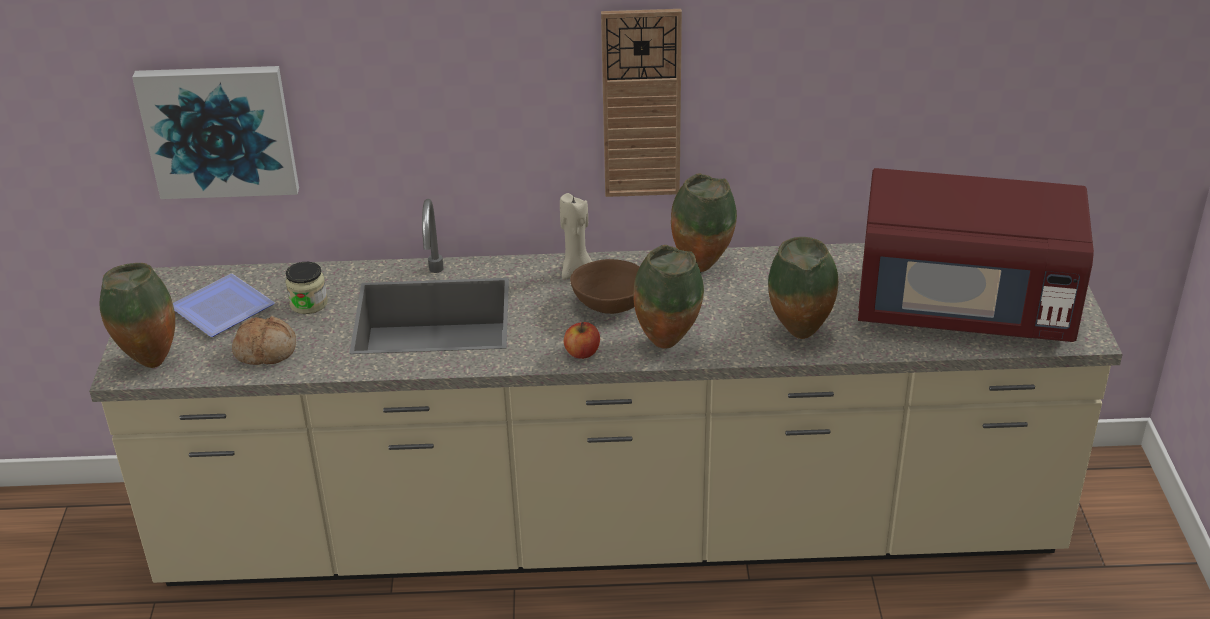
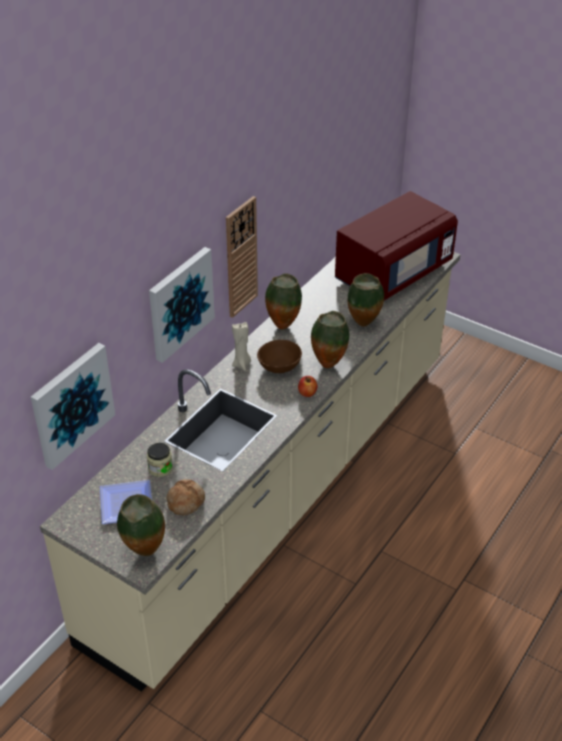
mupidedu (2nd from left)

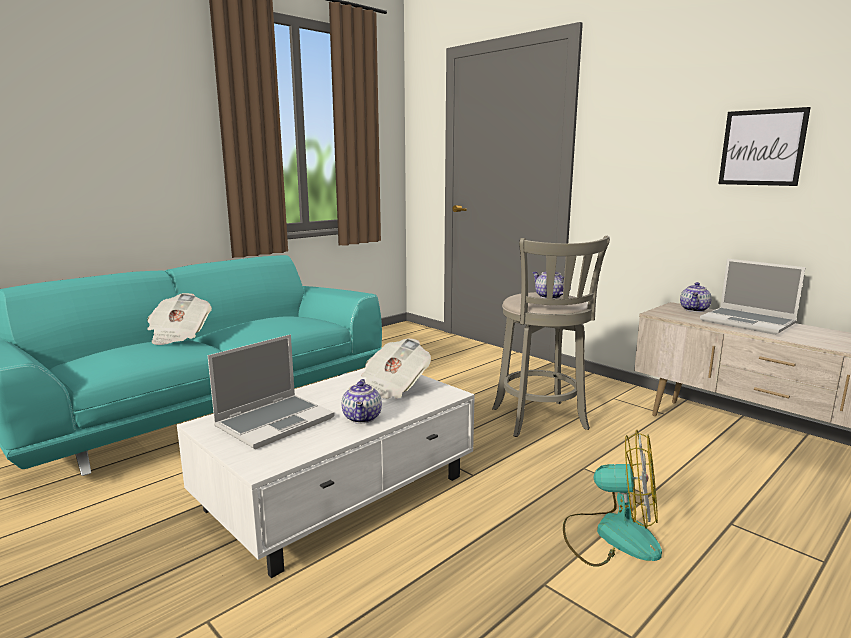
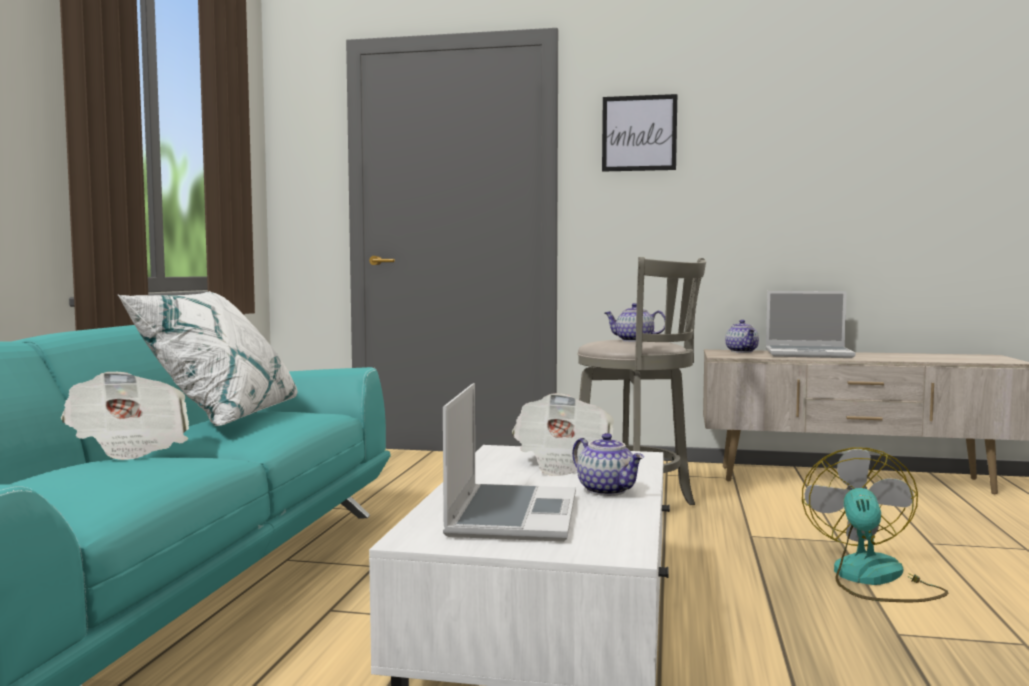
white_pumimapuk
mupidedu
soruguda

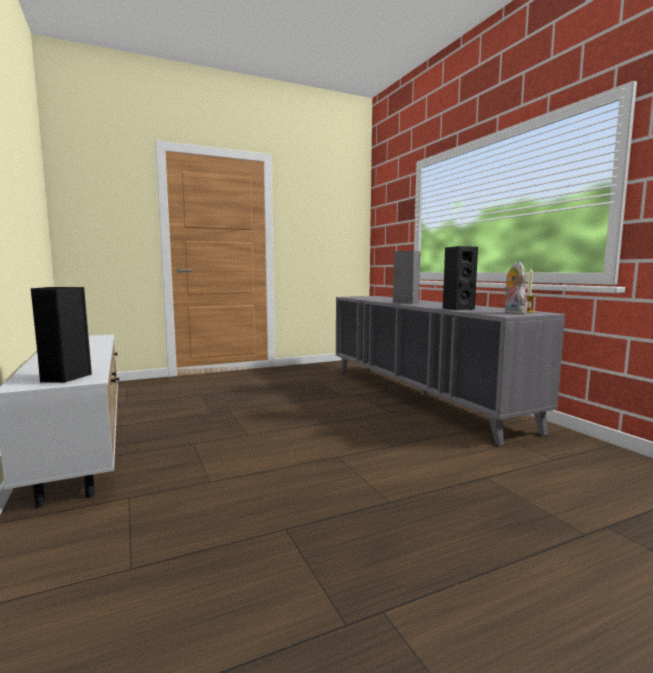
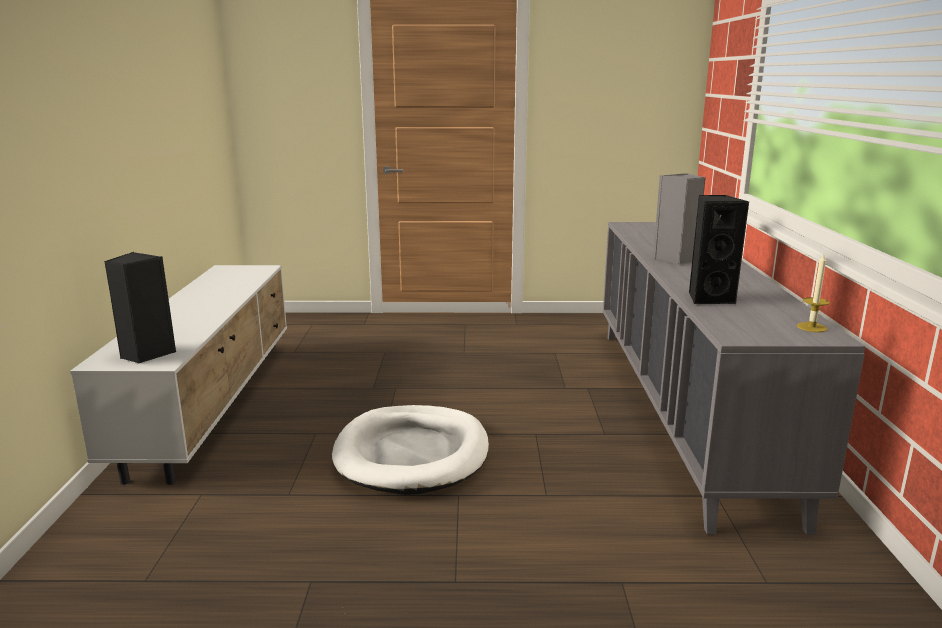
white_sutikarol
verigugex

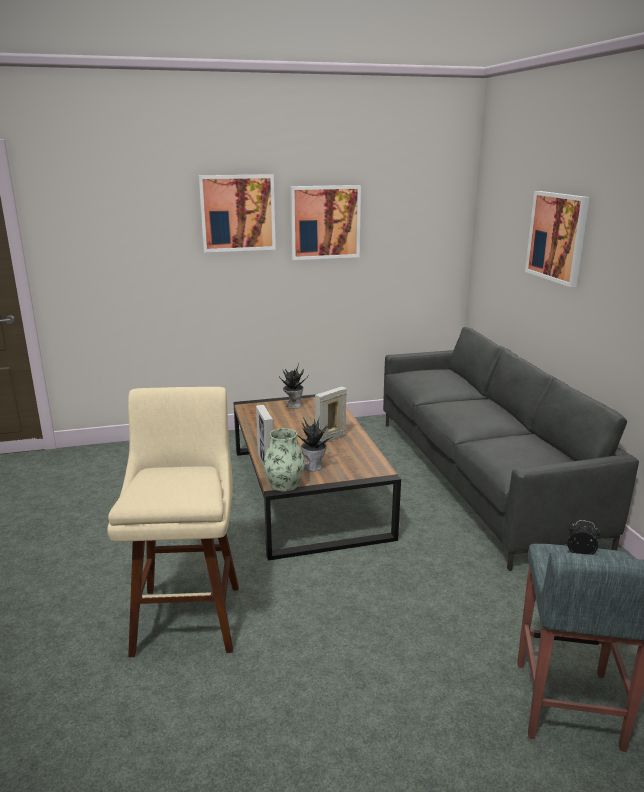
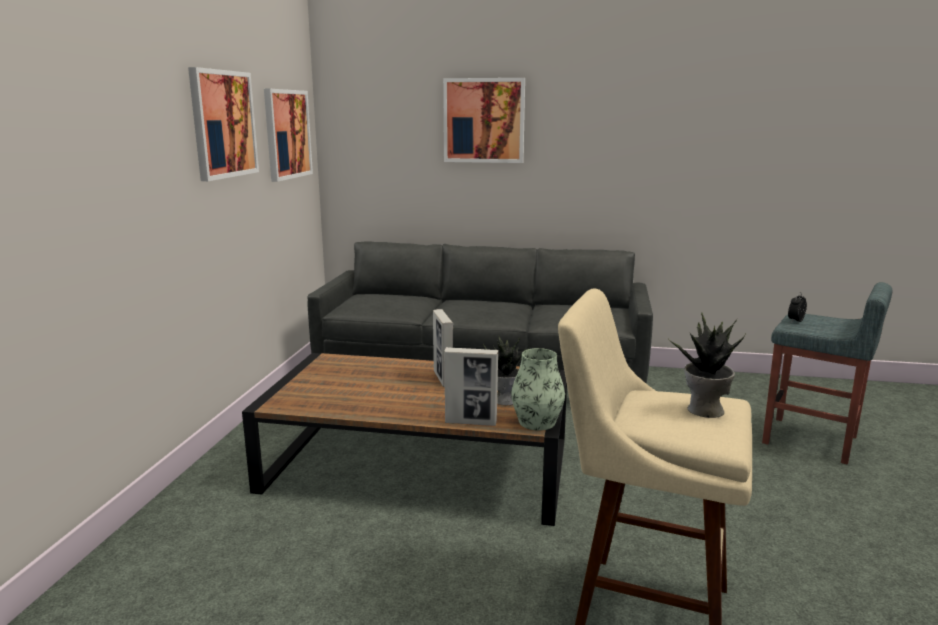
mupidedu (2nd from left)
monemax (2nd from left)

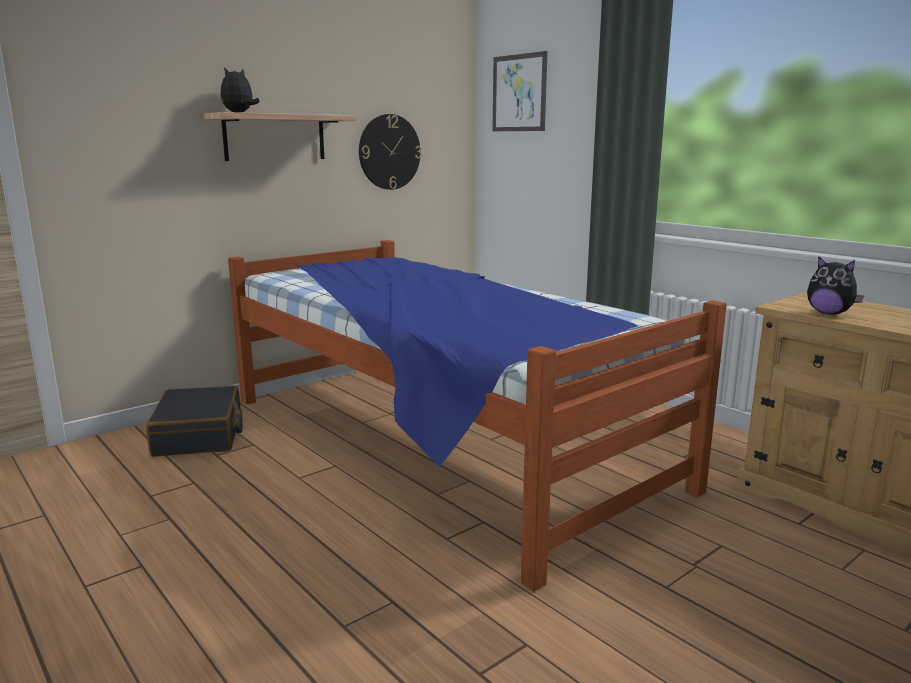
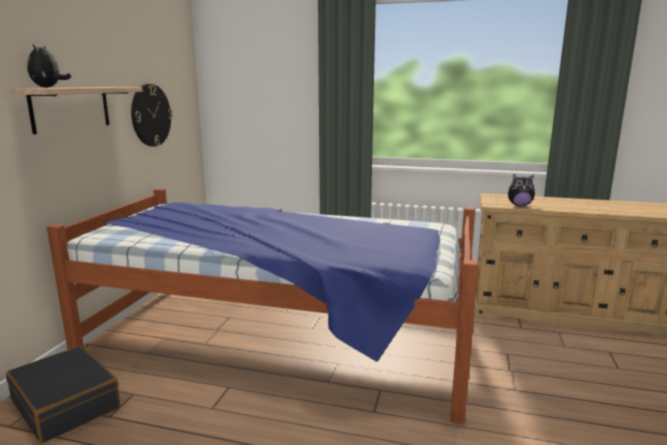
mupidedu

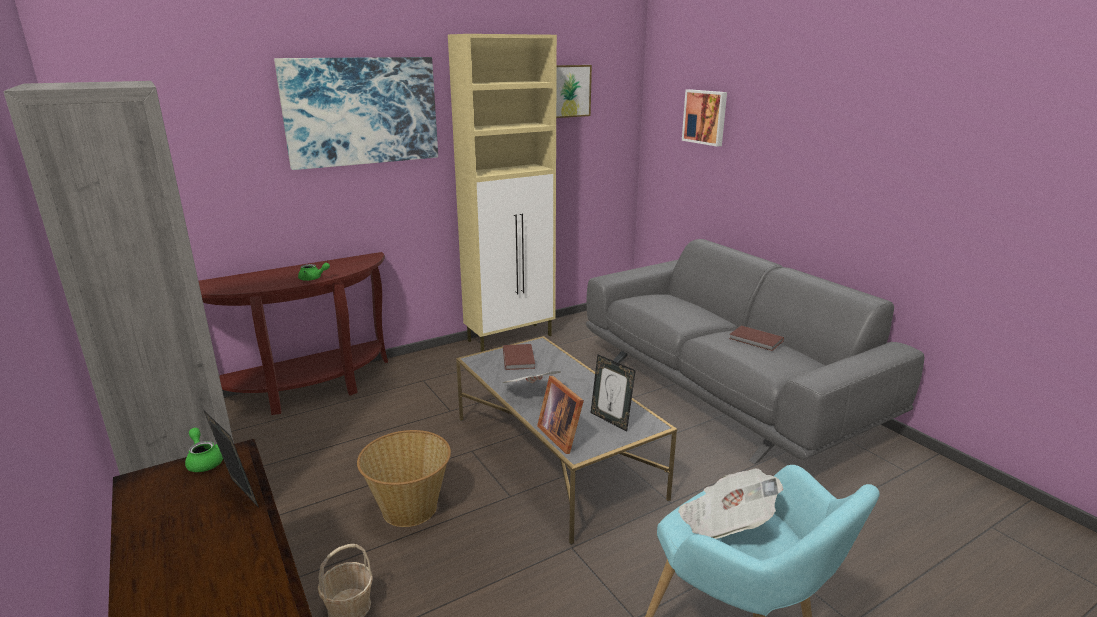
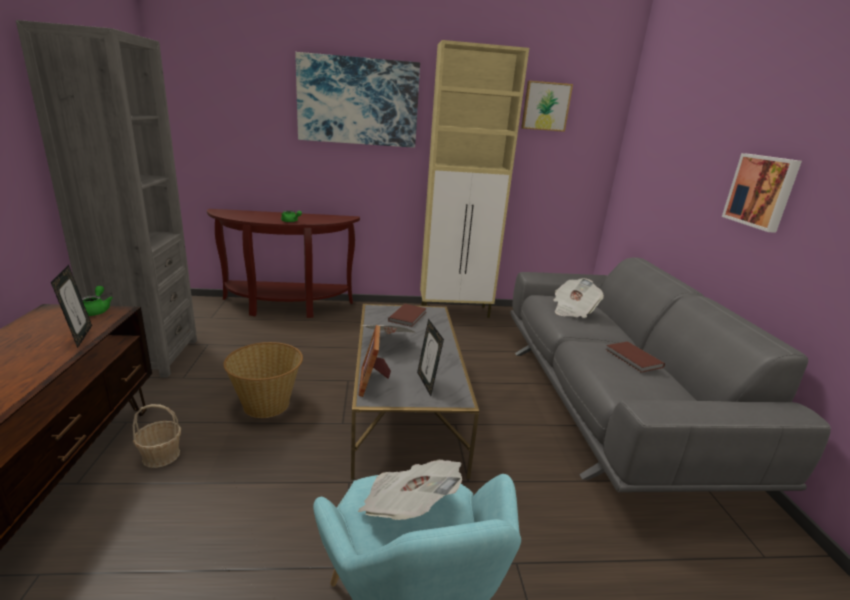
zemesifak (3rd from left)
mupidedu (3rd from left)

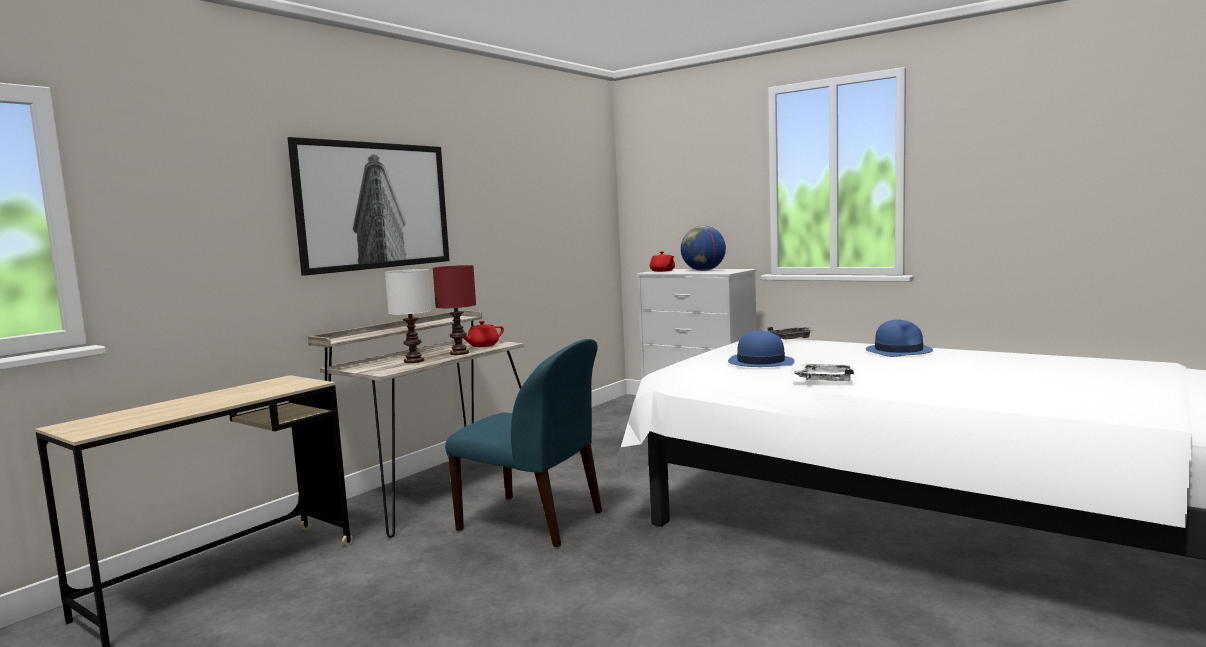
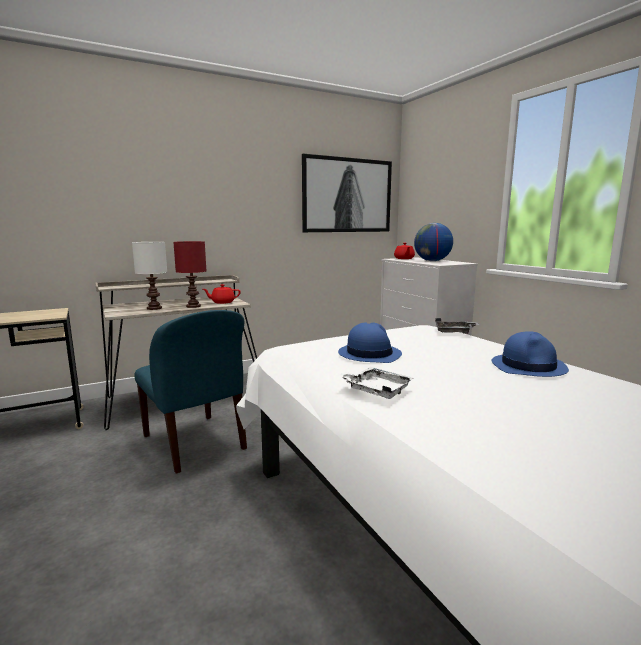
mupidedu

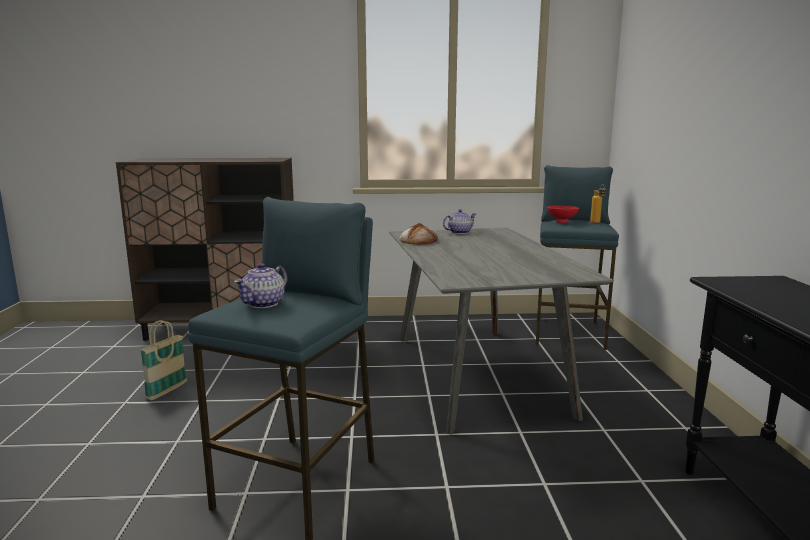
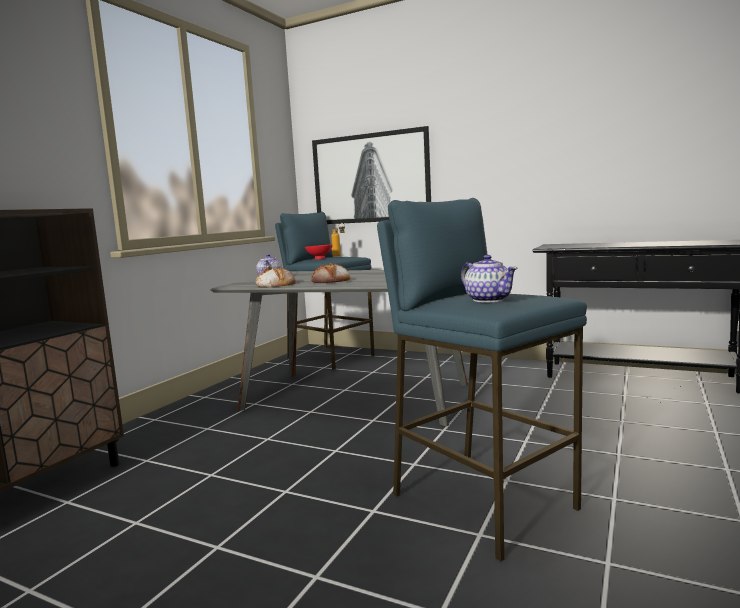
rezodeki (2nd from left)
mupidedu
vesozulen

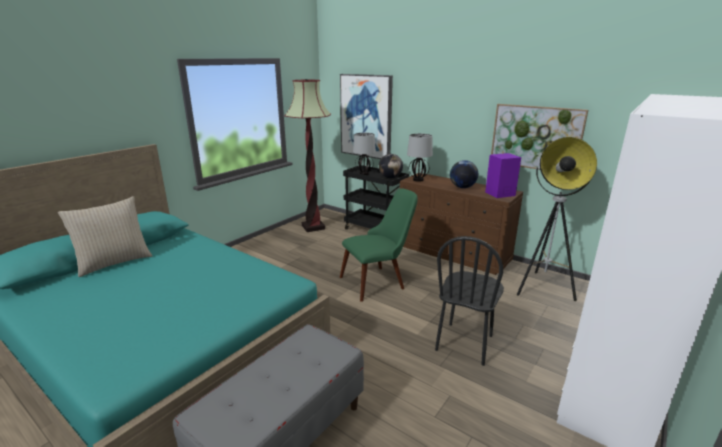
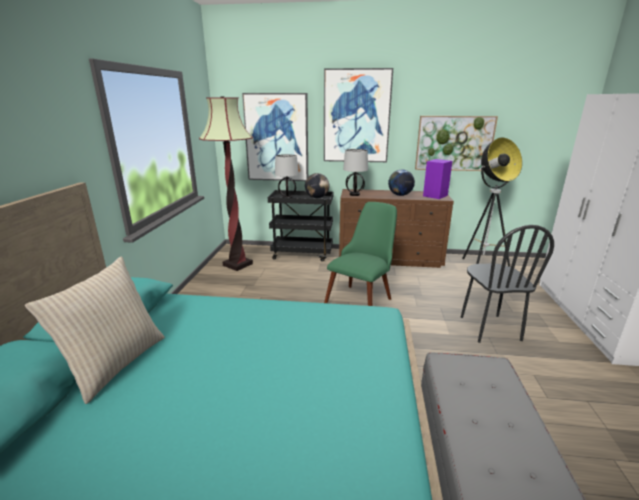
mupidedu (2nd from left)

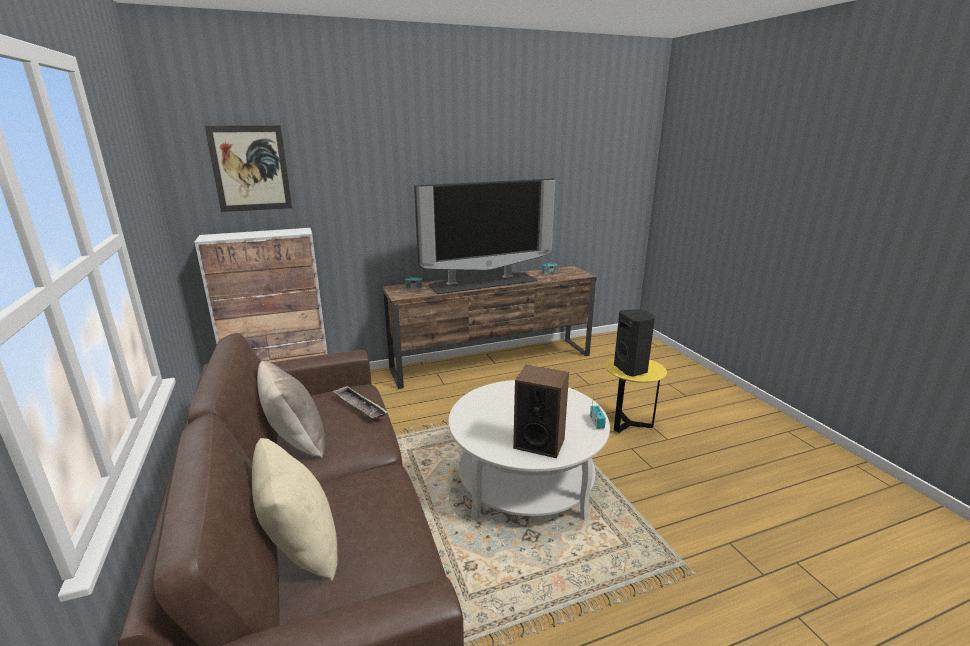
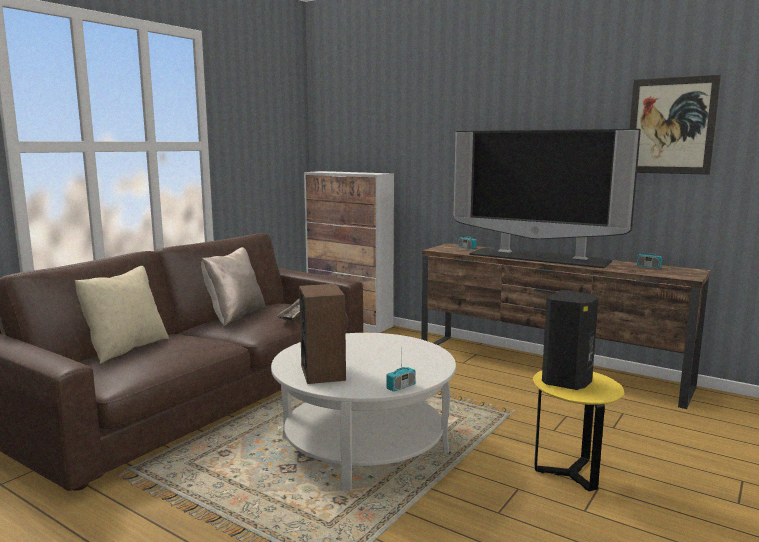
mupidedu

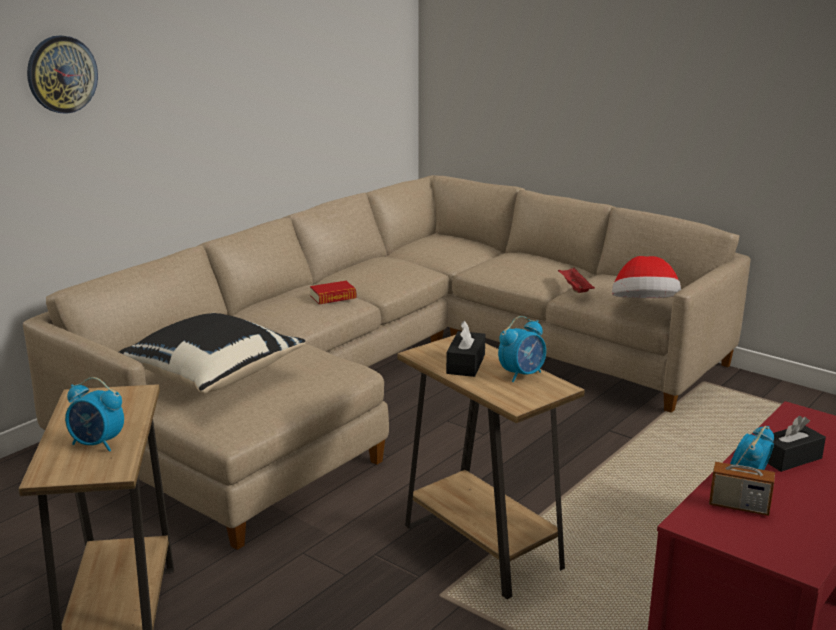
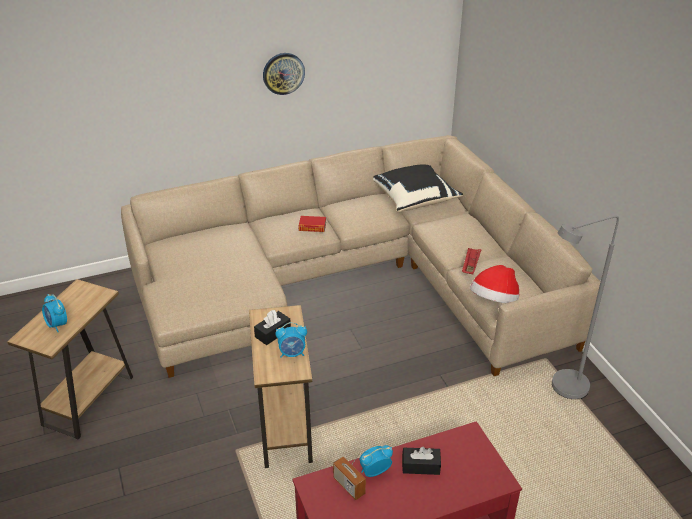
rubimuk
black_pumimapuk
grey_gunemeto

